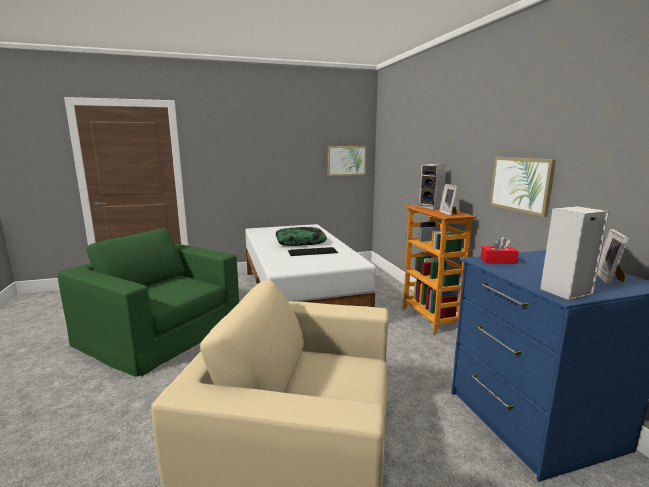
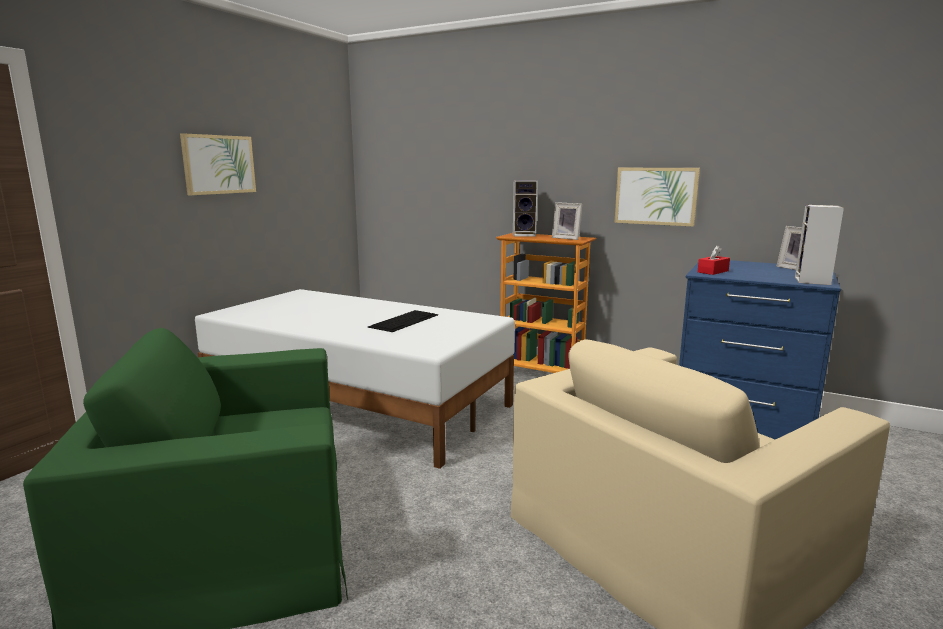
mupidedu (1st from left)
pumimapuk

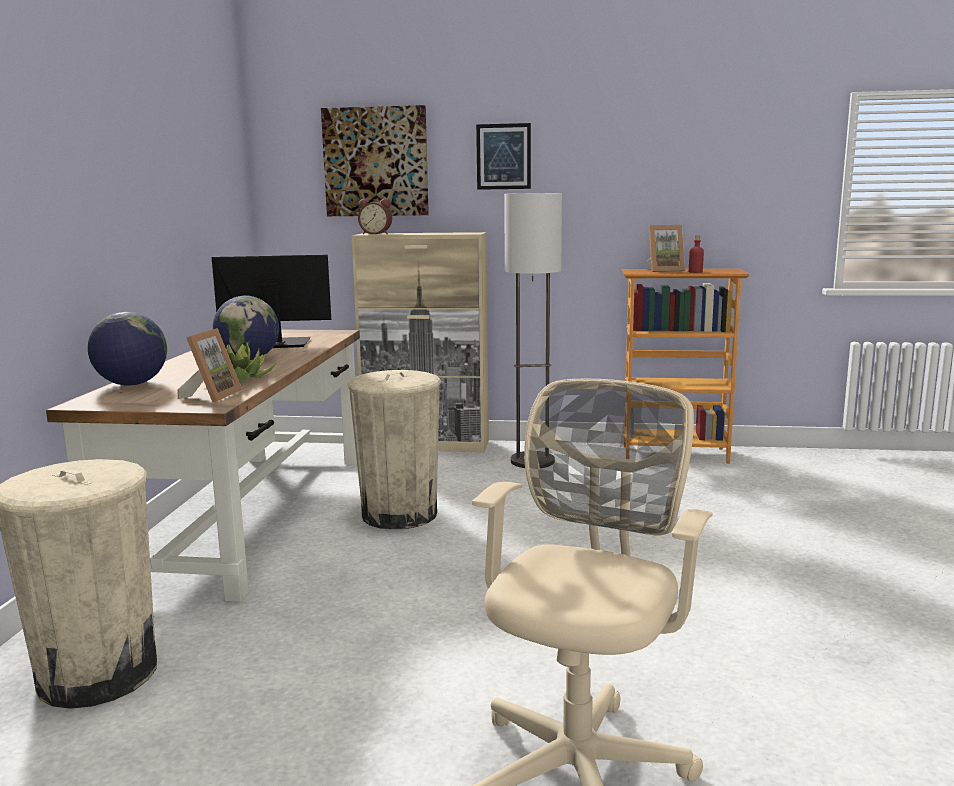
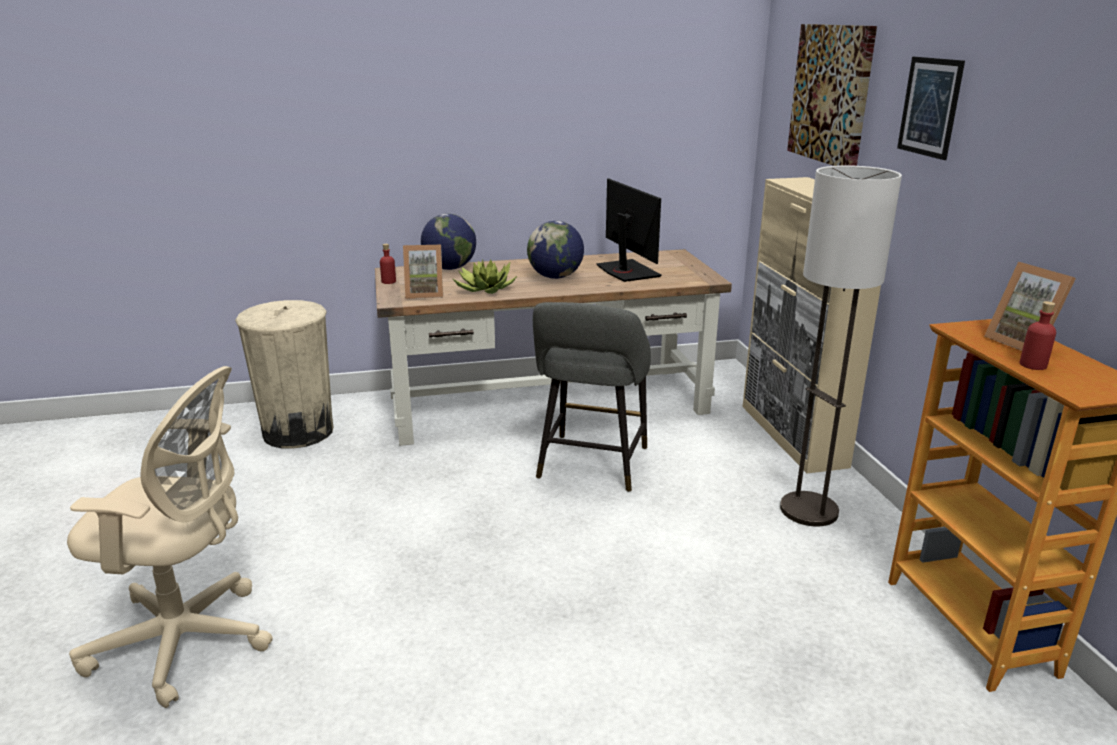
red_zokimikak (1st from left)
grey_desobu
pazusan

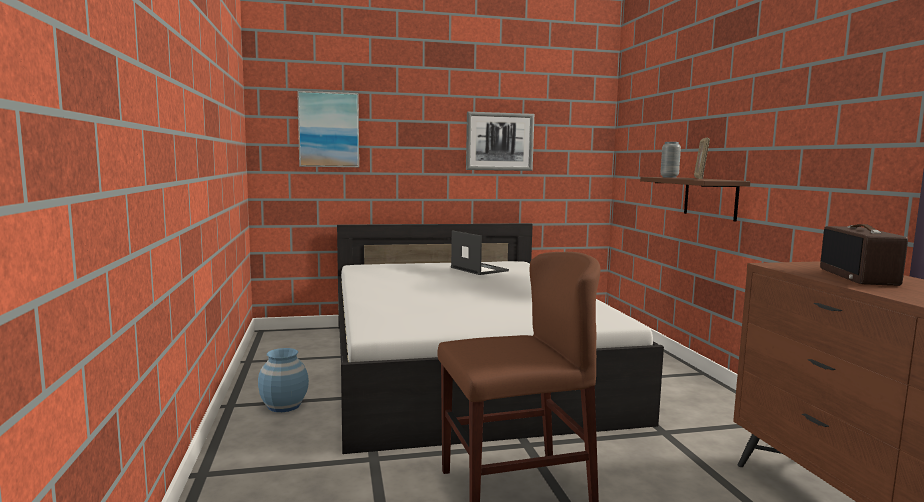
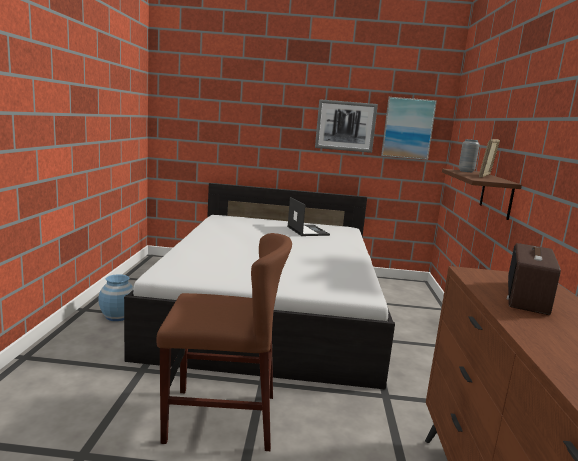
mupidedu (2nd from left)

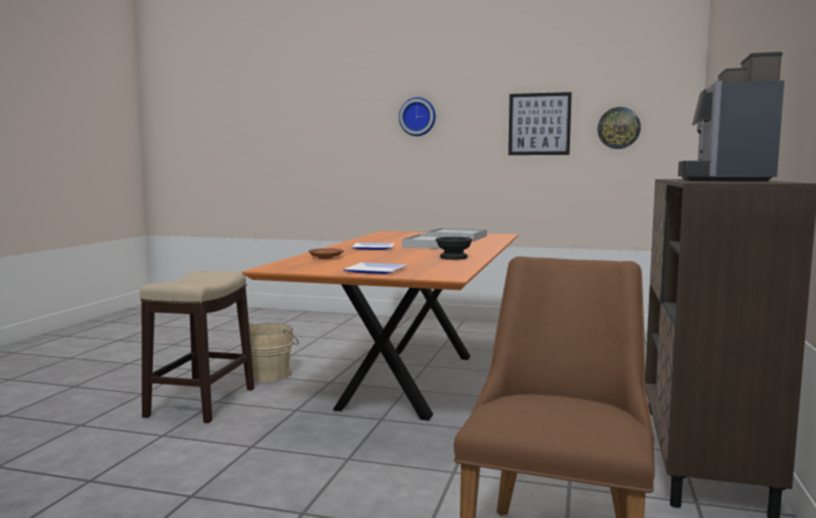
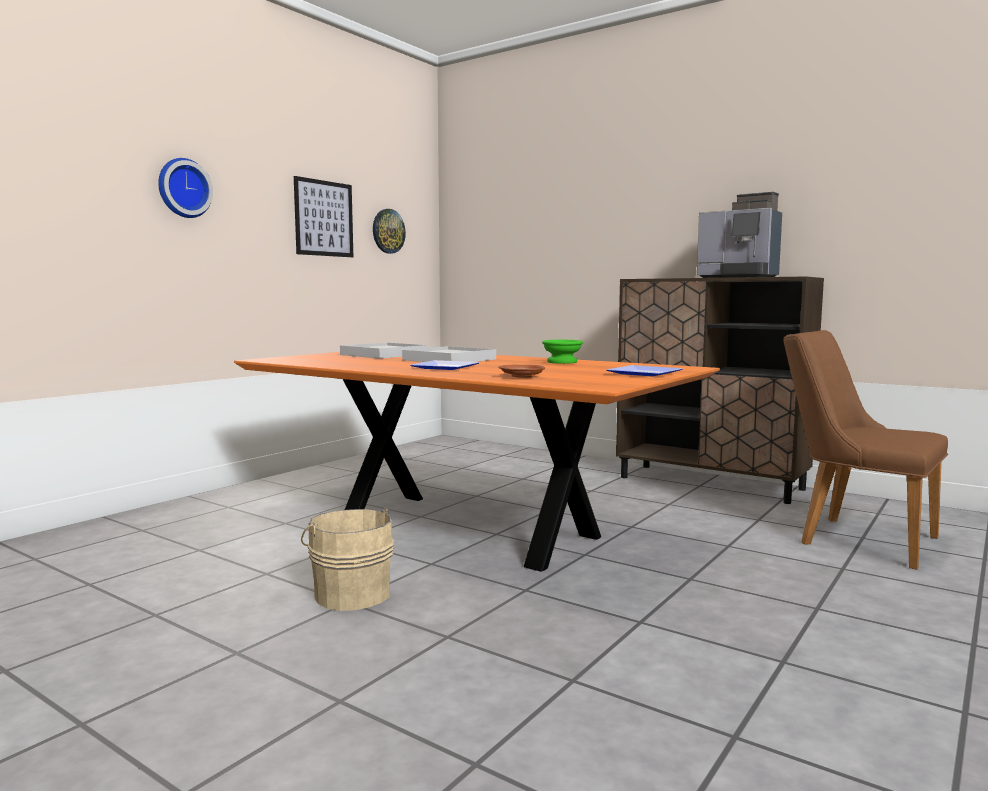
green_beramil
desobu

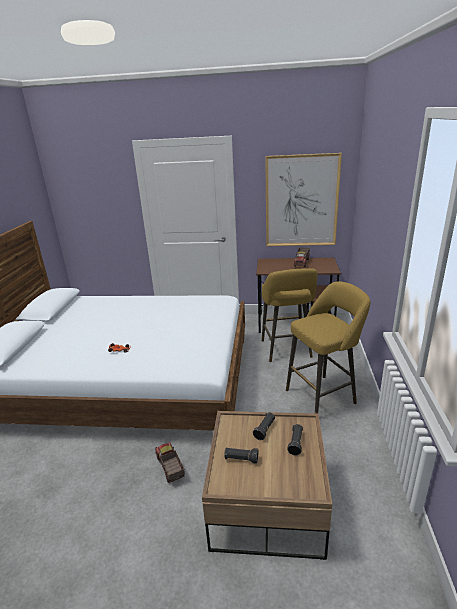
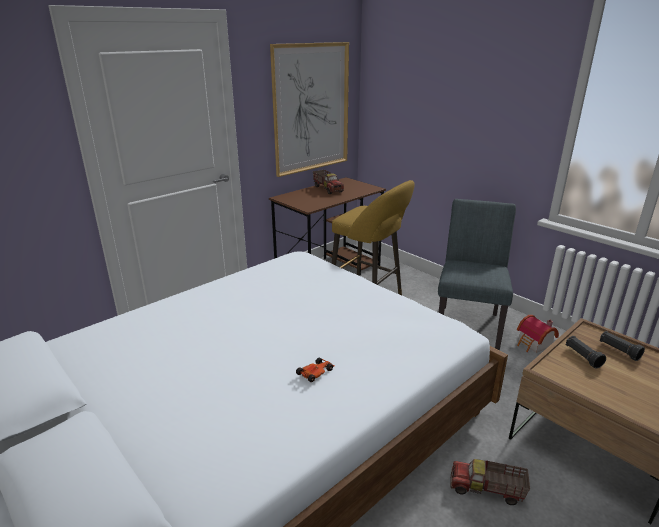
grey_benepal
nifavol
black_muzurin (1st from left in the first image)

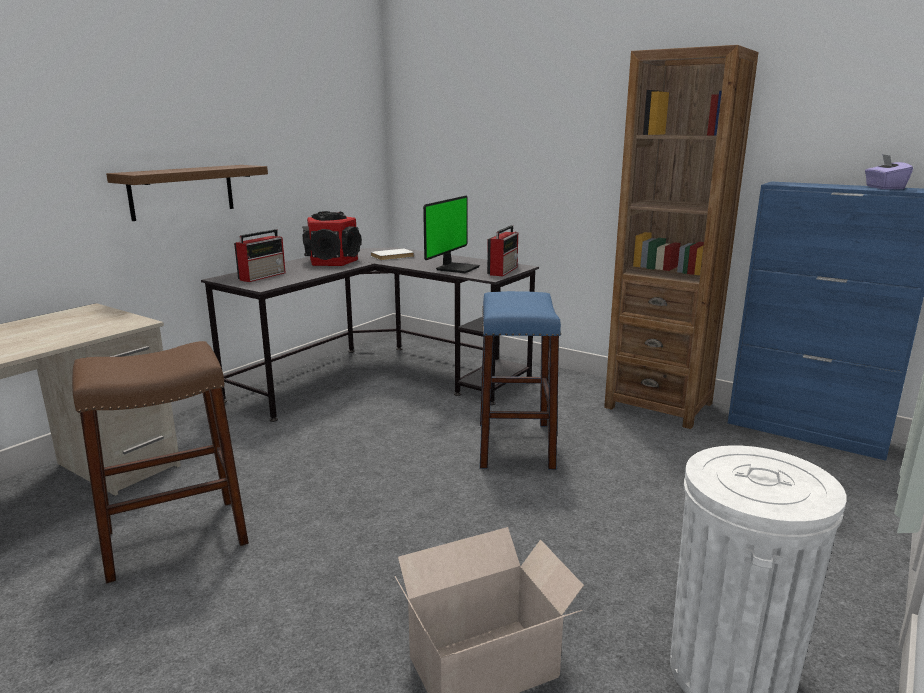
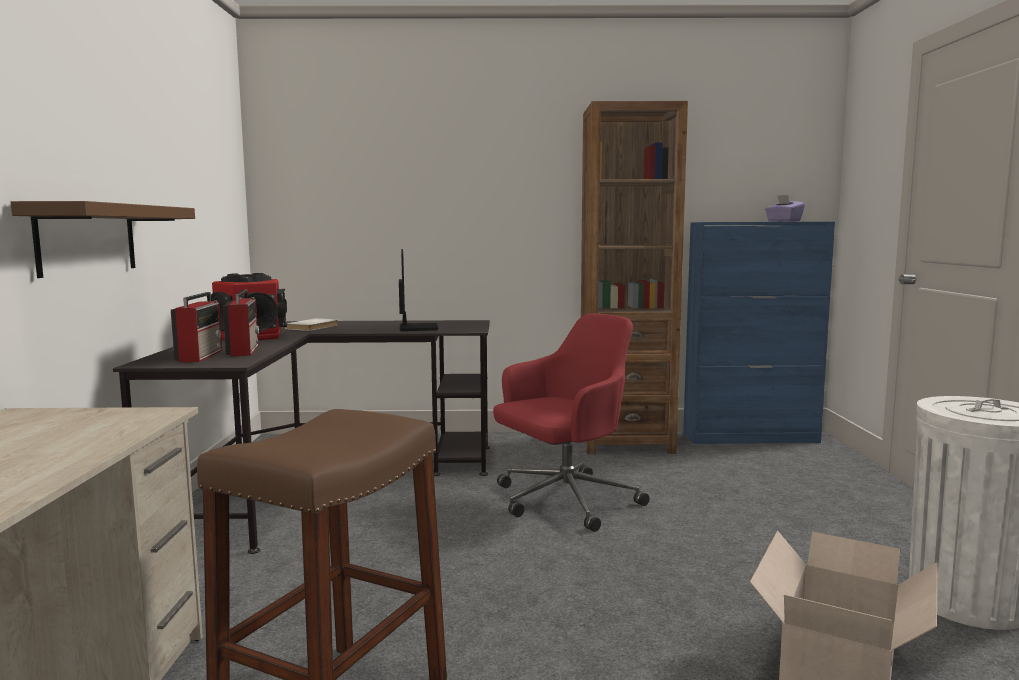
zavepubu (2nd from left)
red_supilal

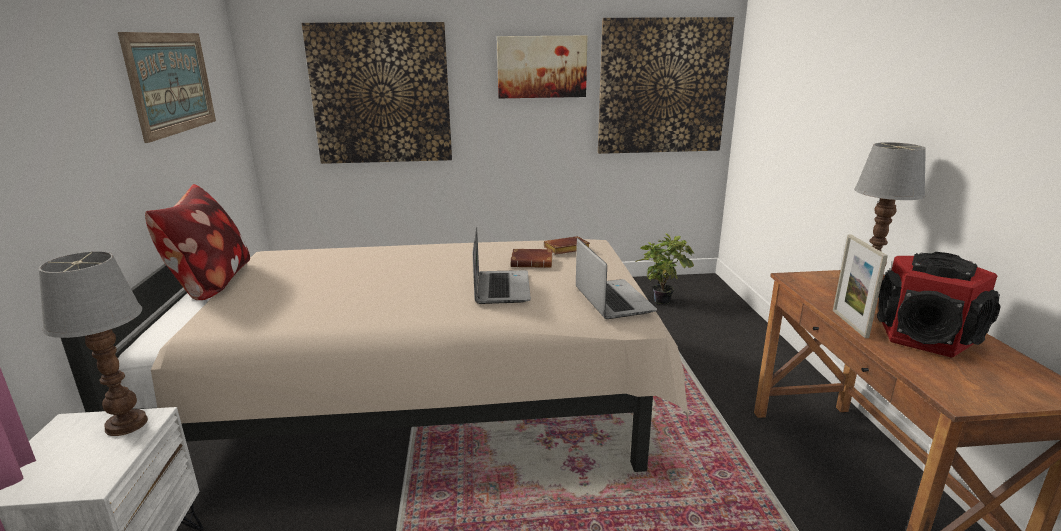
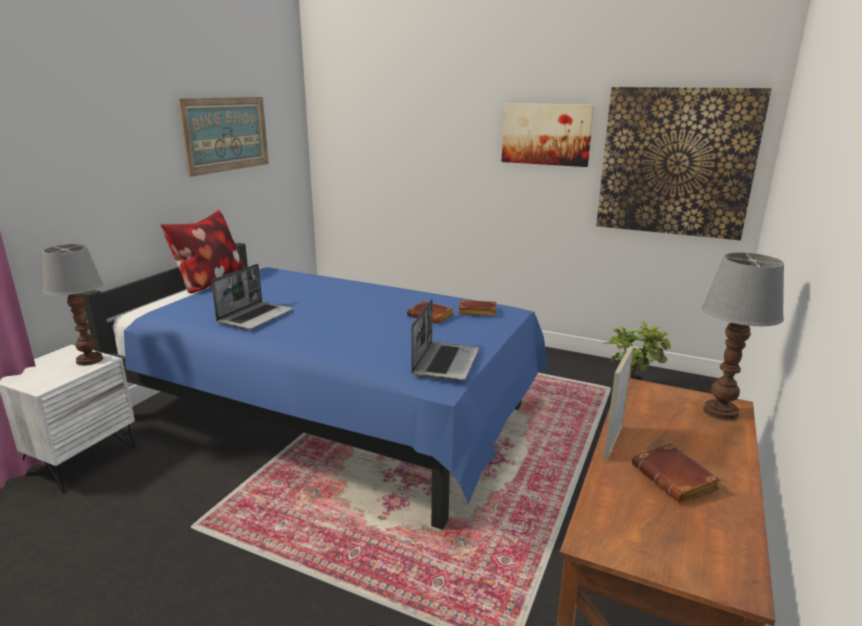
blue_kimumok
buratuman (1st from left)
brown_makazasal (3rd from left)
mupidedu (2nd from left in the first image)

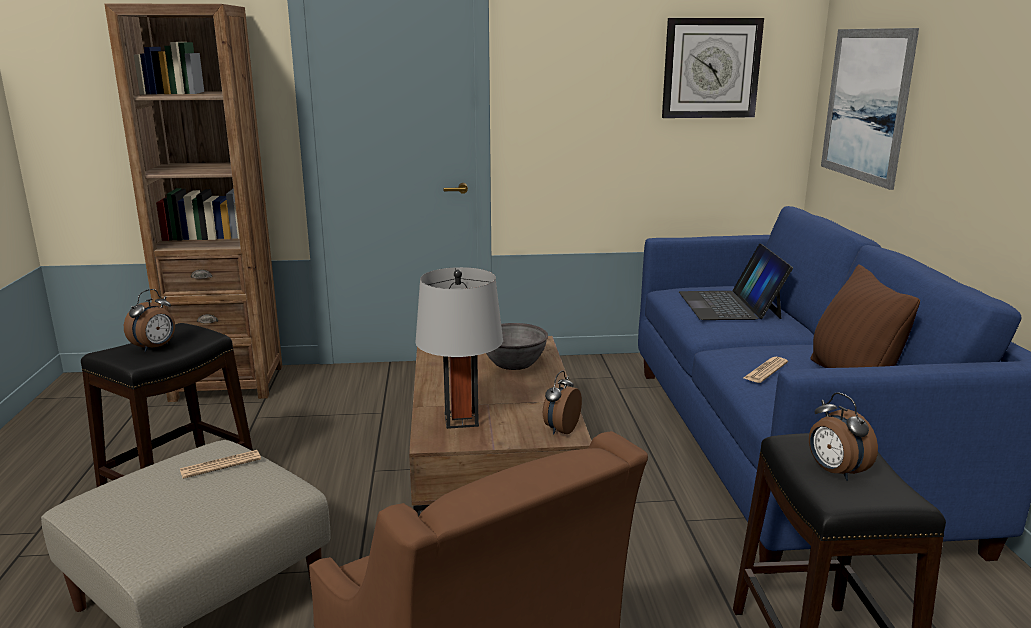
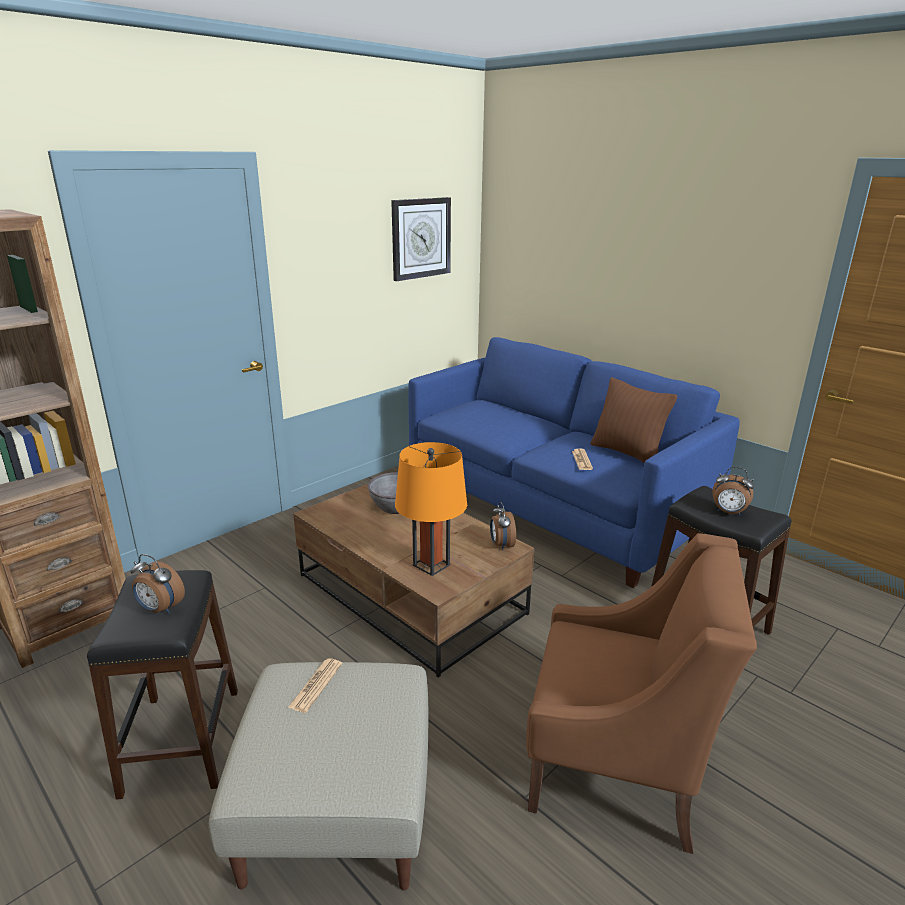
pazusan (1st from left)
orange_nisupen
buratuman
mupidedu

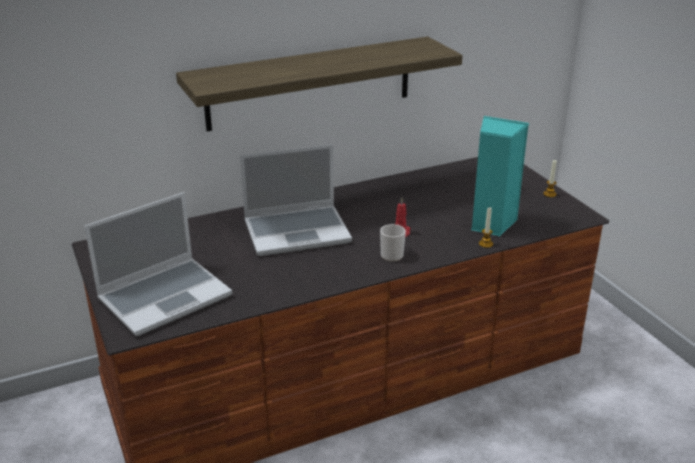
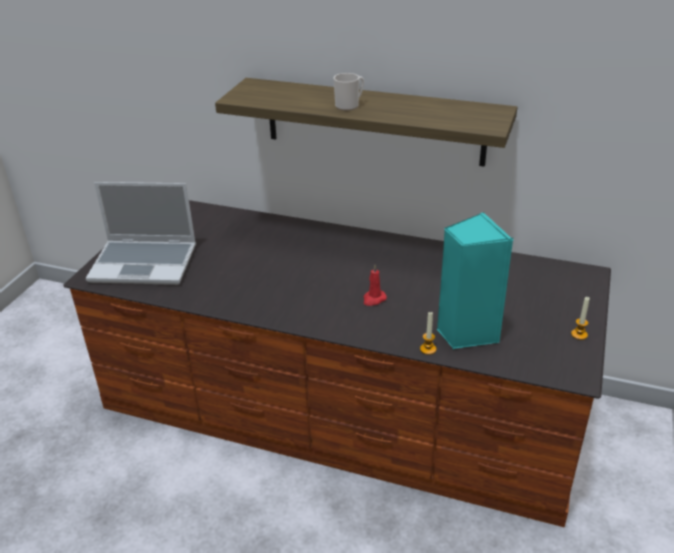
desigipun
buratuman (2nd from left in the first image)

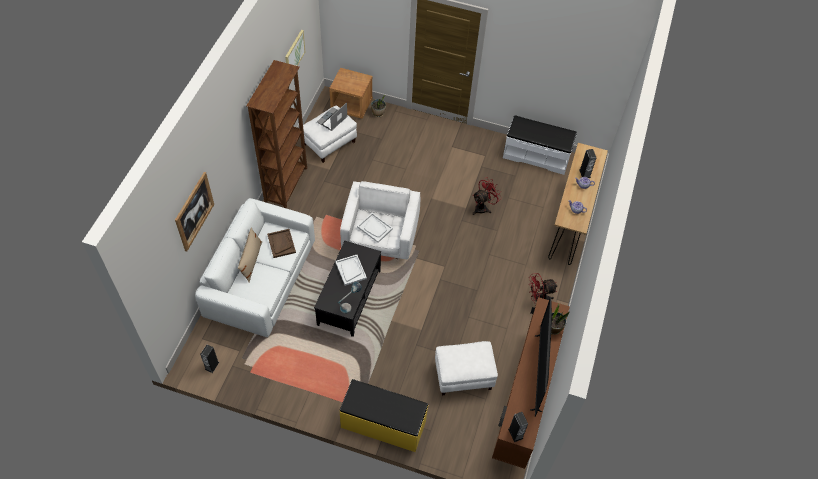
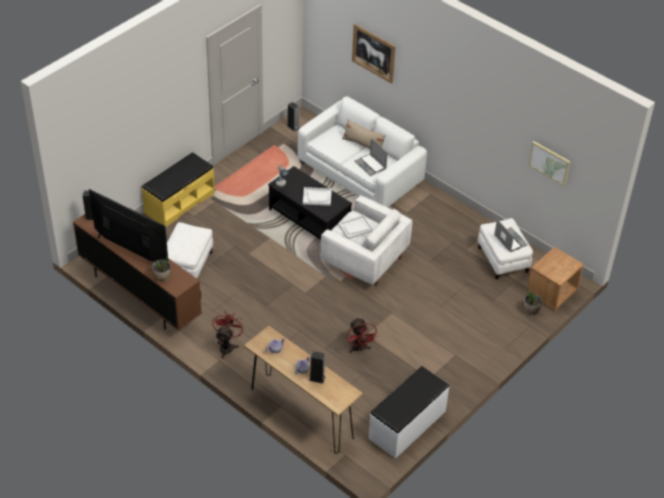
buratuman (1st from left)
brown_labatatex

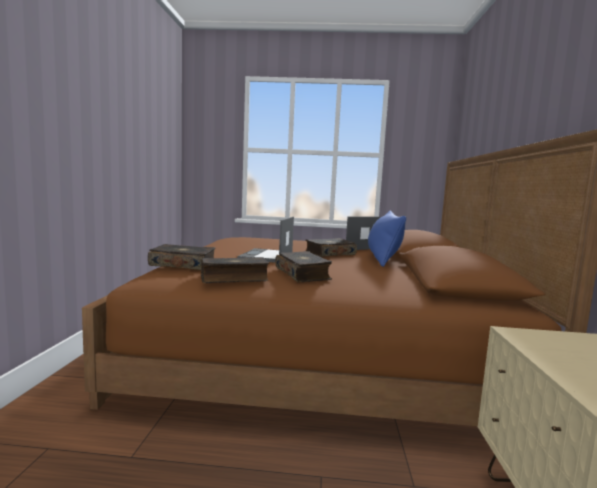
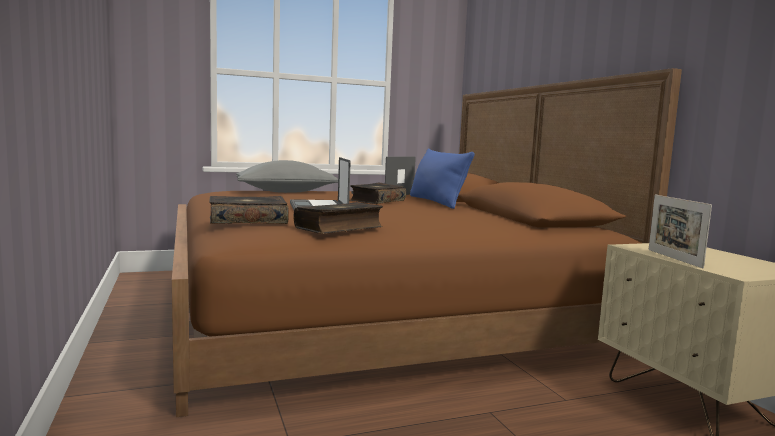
grey_pumimapuk
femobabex
makazasal (3rd from left in the first image)

